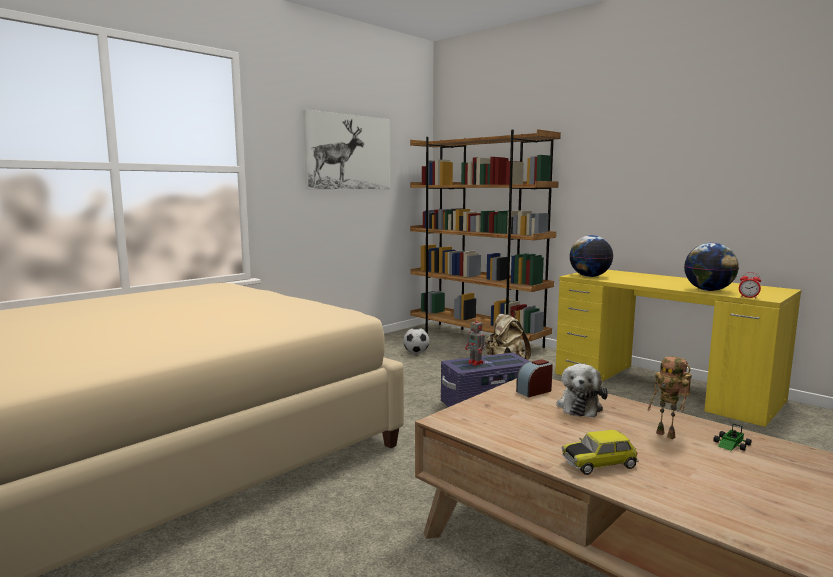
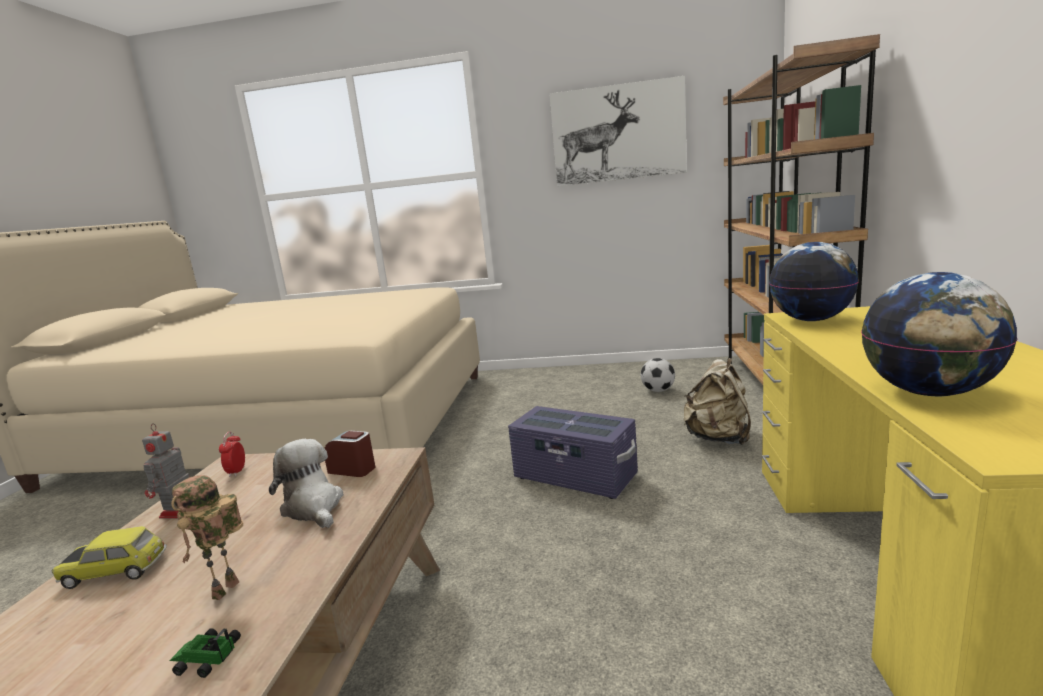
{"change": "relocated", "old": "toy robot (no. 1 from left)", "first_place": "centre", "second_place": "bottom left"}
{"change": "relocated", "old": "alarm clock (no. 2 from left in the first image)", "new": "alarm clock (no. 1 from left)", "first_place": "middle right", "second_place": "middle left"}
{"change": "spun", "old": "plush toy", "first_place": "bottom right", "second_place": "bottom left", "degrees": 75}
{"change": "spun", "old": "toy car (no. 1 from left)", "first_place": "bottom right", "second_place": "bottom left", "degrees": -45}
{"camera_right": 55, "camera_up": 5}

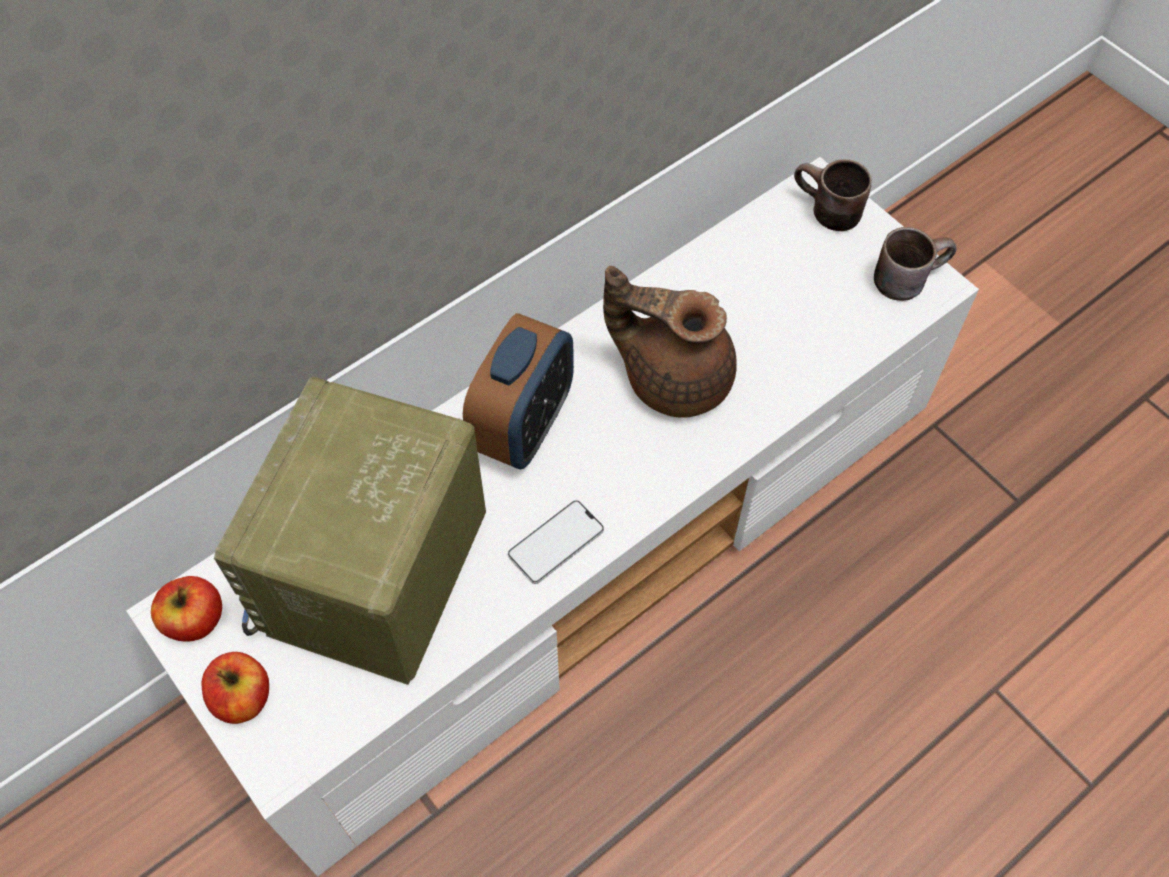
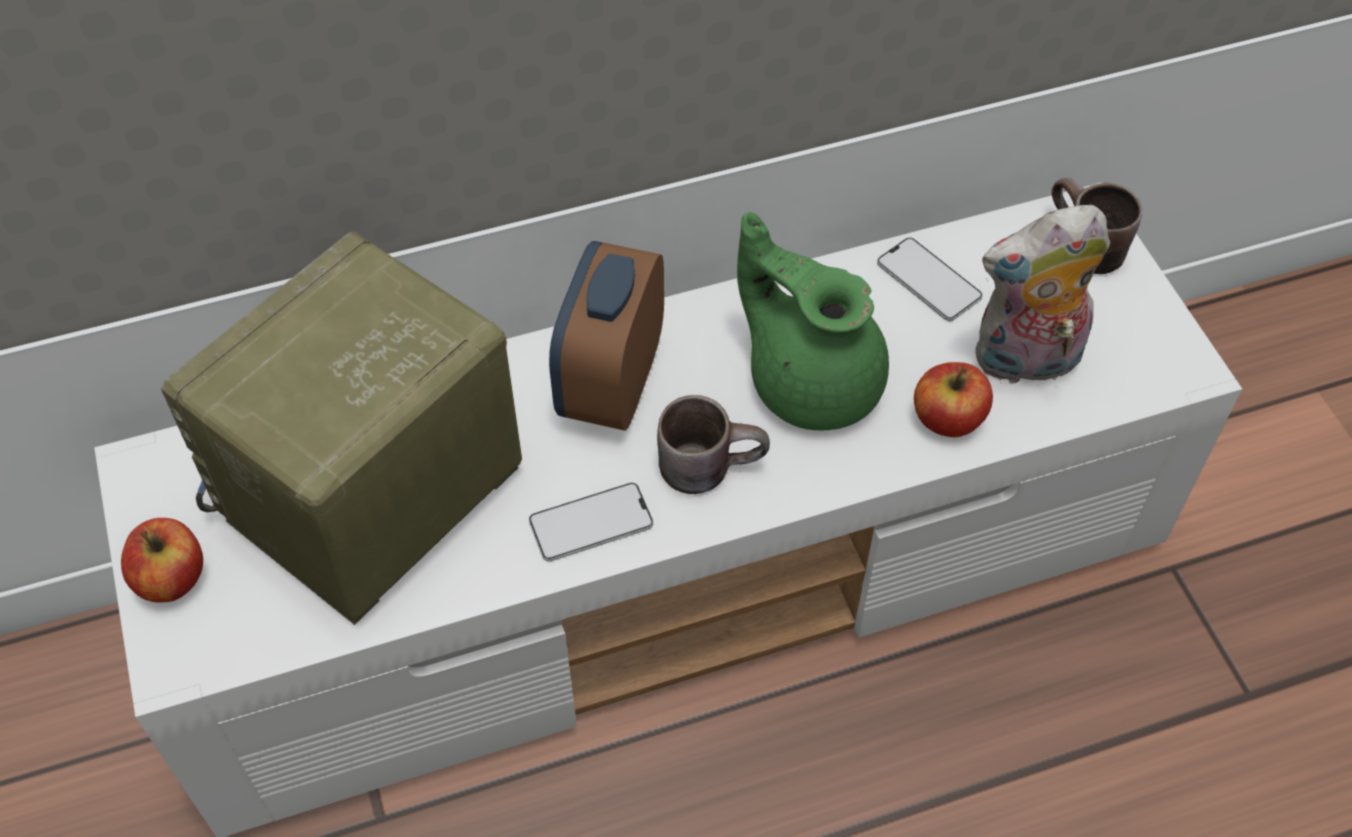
{"change": "appeared", "new": "phone (no. 2 from left)", "second_place": "middle right"}
{"change": "appeared", "new": "plush toy", "second_place": "middle right"}
{"change": "relocated", "old": "apple (no. 1 from left in the first image)", "new": "apple (no. 2 from left)", "first_place": "bottom left", "second_place": "middle right"}
{"change": "relocated", "old": "brown mug (no. 2 from left in the first image)", "new": "brown mug (no. 1 from left)", "first_place": "top right", "second_place": "centre"}
{"change": "colour", "old": "brown teapot", "new": "green teapot", "first_place": "centre", "second_place": "centre"}
{"change": "spun", "old": "alarm clock", "first_place": "centre", "second_place": "centre", "degrees": 150}
{"camera_right": 20, "camera_up": -5}

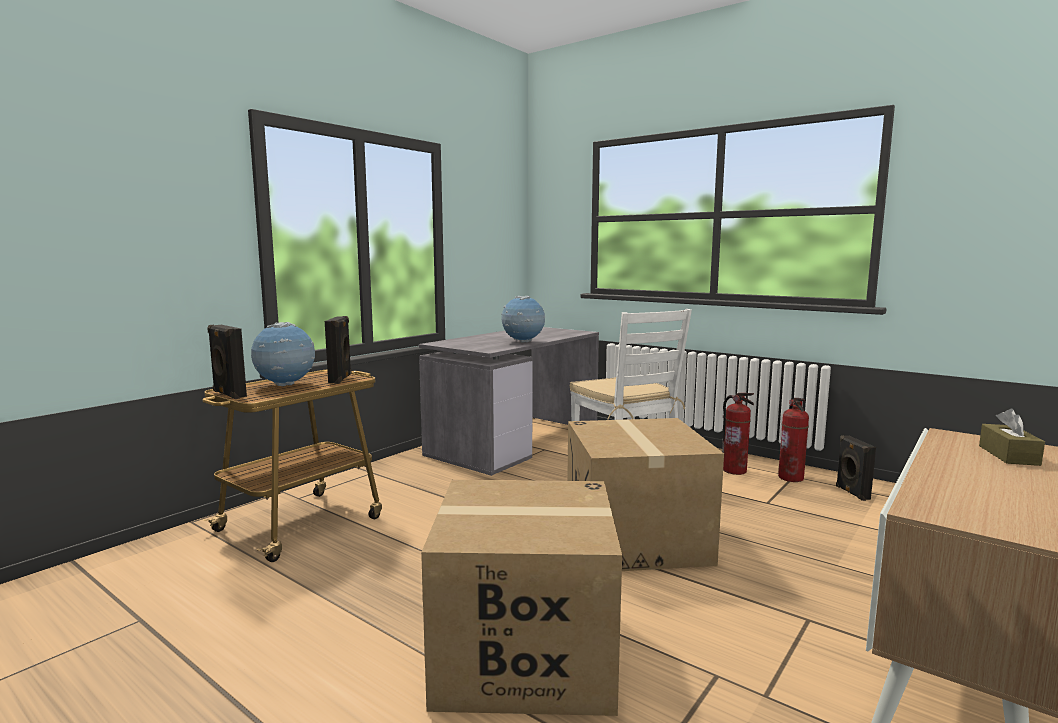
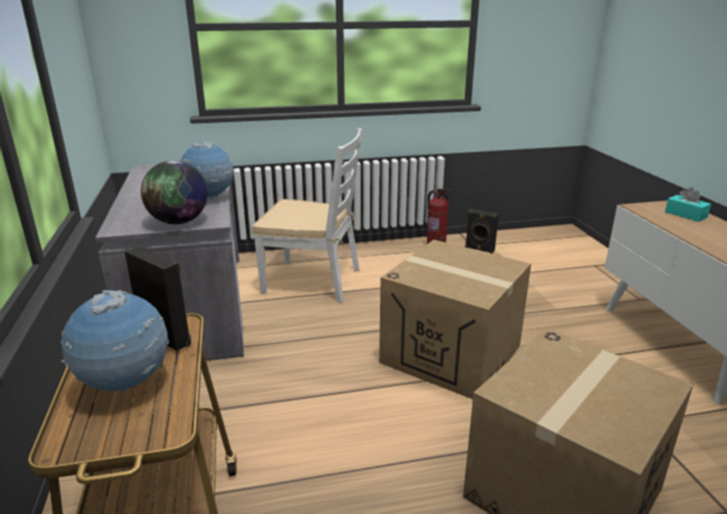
{"change": "missing", "old": "black speaker (no. 1 from left)", "first_place": "middle left"}
{"change": "missing", "old": "fire extinguisher (no. 1 from left)", "first_place": "middle right"}
{"change": "appeared", "new": "globe (no. 2 from left)", "second_place": "middle left"}
{"change": "colour", "old": "brown tissue box", "new": "turquoise tissue box", "first_place": "middle right", "second_place": "middle right"}
{"camera_right": -50, "camera_up": 15}

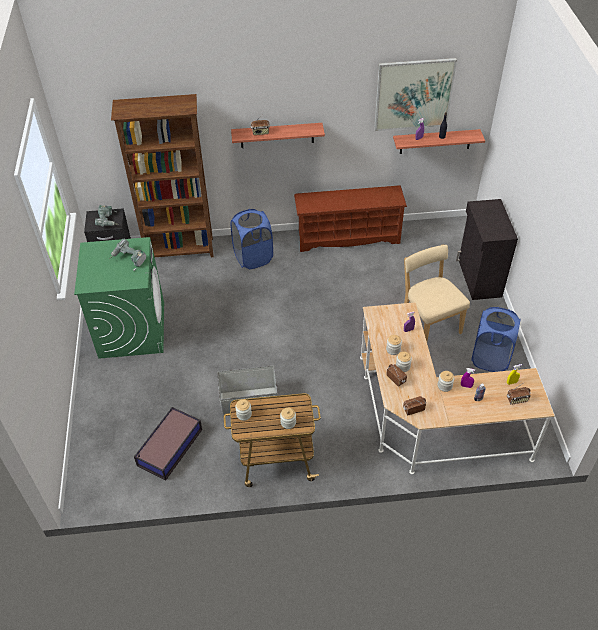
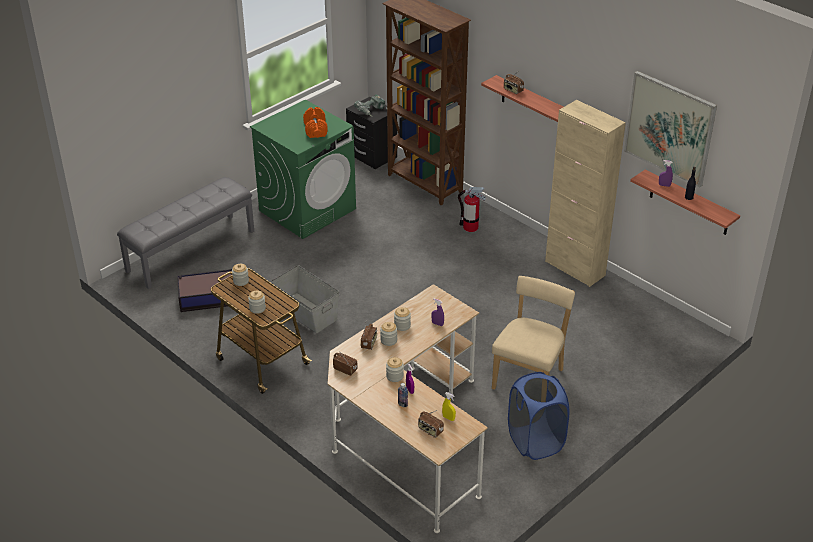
{"change": "missing", "old": "black cabinet", "first_place": "middle right"}
{"change": "appeared", "new": "grey bench", "second_place": "middle left"}
{"change": "exchanged", "old": "power drill (no. 2 from left)", "new": "orange dumbbell", "first_place": "middle left", "second_place": "top centre"}
{"change": "exchanged", "old": "blue laundry basket (no. 1 from left)", "new": "fire extinguisher", "first_place": "centre", "second_place": "centre"}
{"change": "exchanged", "old": "brown shoe rack", "new": "beige cabinet", "first_place": "centre", "second_place": "middle right"}
{"camera_right": 50, "camera_up": -10}

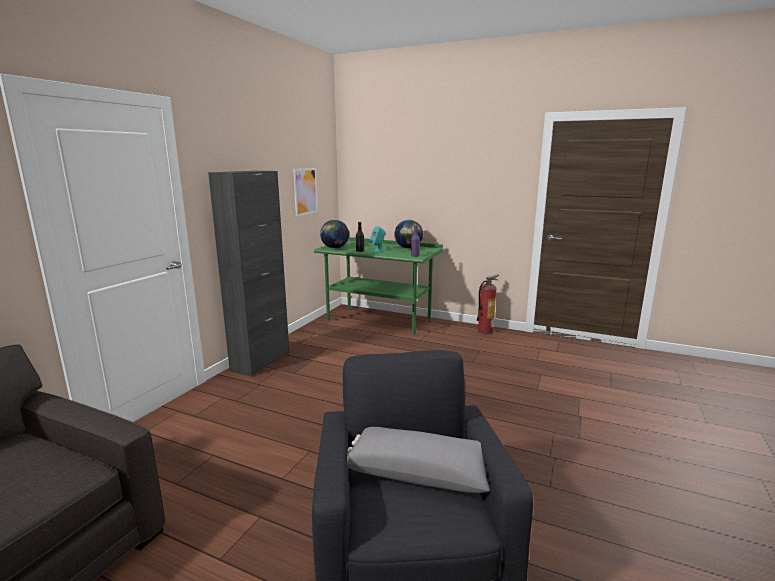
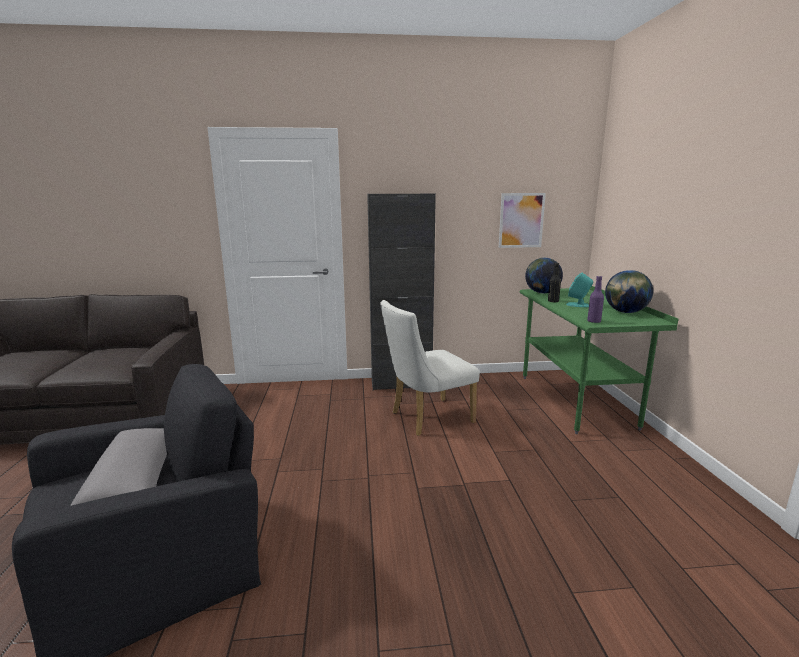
{"change": "missing", "old": "fire extinguisher", "first_place": "centre"}
{"change": "appeared", "new": "white chair", "second_place": "centre"}
{"camera_right": 60, "camera_up": 0}

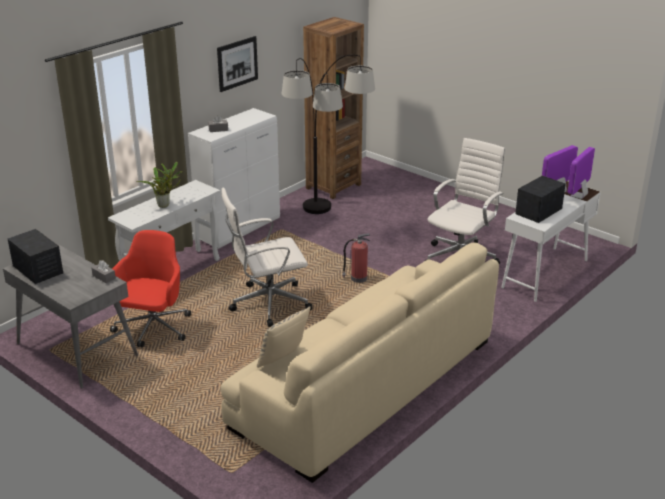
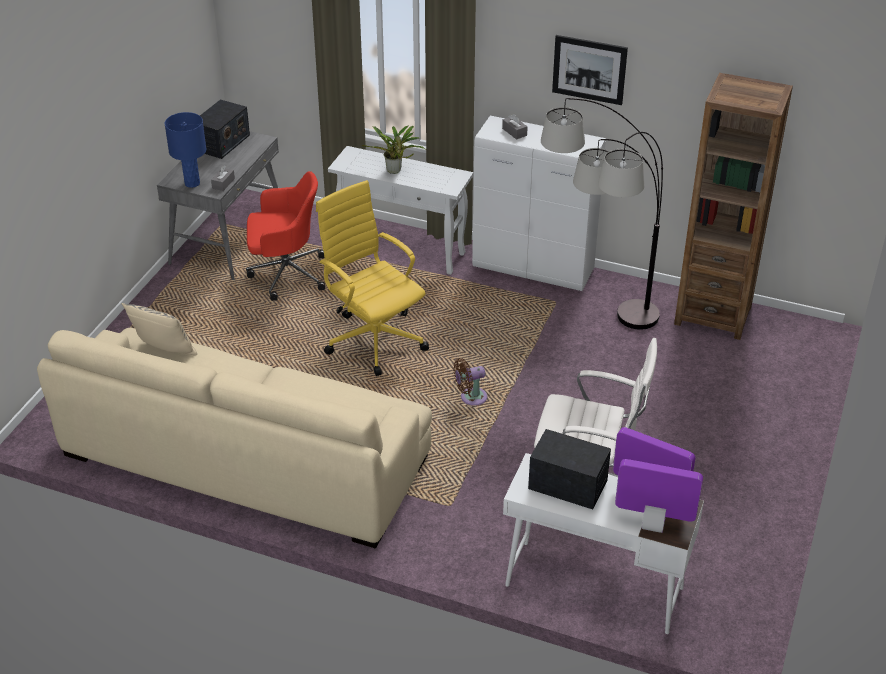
{"change": "appeared", "new": "blue table lamp", "second_place": "top left"}
{"change": "exchanged", "old": "fire extinguisher", "new": "brown fan", "first_place": "centre", "second_place": "centre"}
{"change": "colour", "old": "white office chair (no. 1 from left)", "new": "yellow office chair", "first_place": "centre", "second_place": "centre"}
{"camera_right": 70, "camera_up": 10}

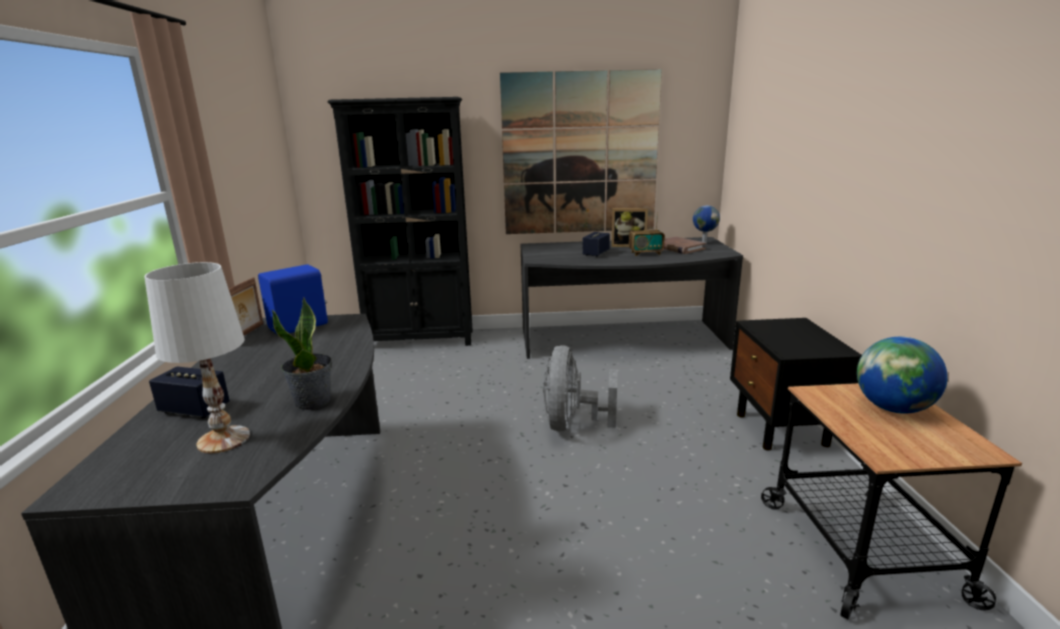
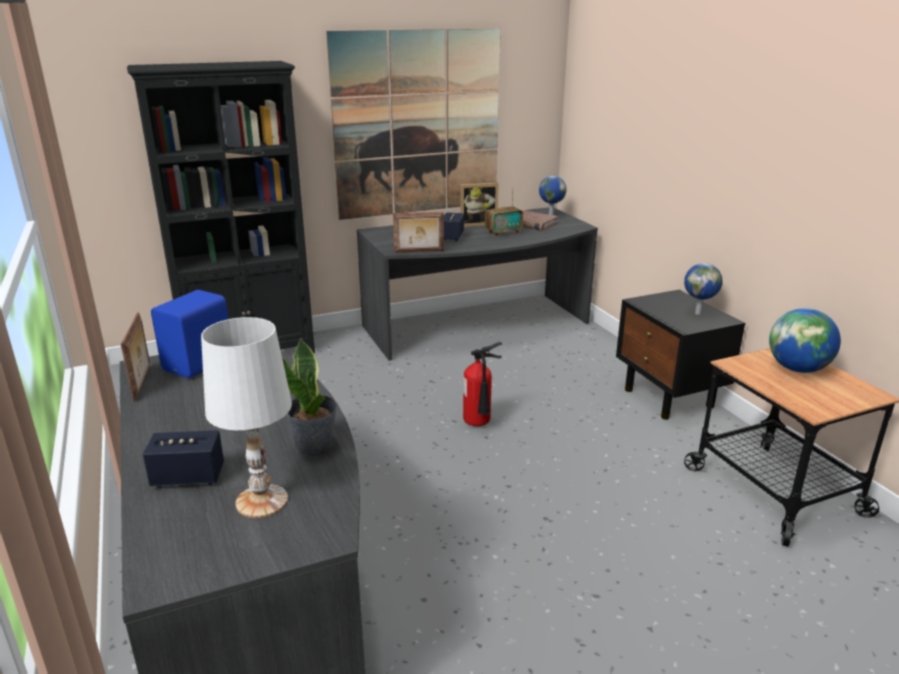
{"change": "appeared", "new": "picture frame (no. 2 from left)", "second_place": "centre"}
{"change": "appeared", "new": "globe (no. 2 from left)", "second_place": "middle right"}
{"change": "exchanged", "old": "grey fan", "new": "fire extinguisher", "first_place": "centre", "second_place": "centre"}
{"camera_right": -20, "camera_up": 5}

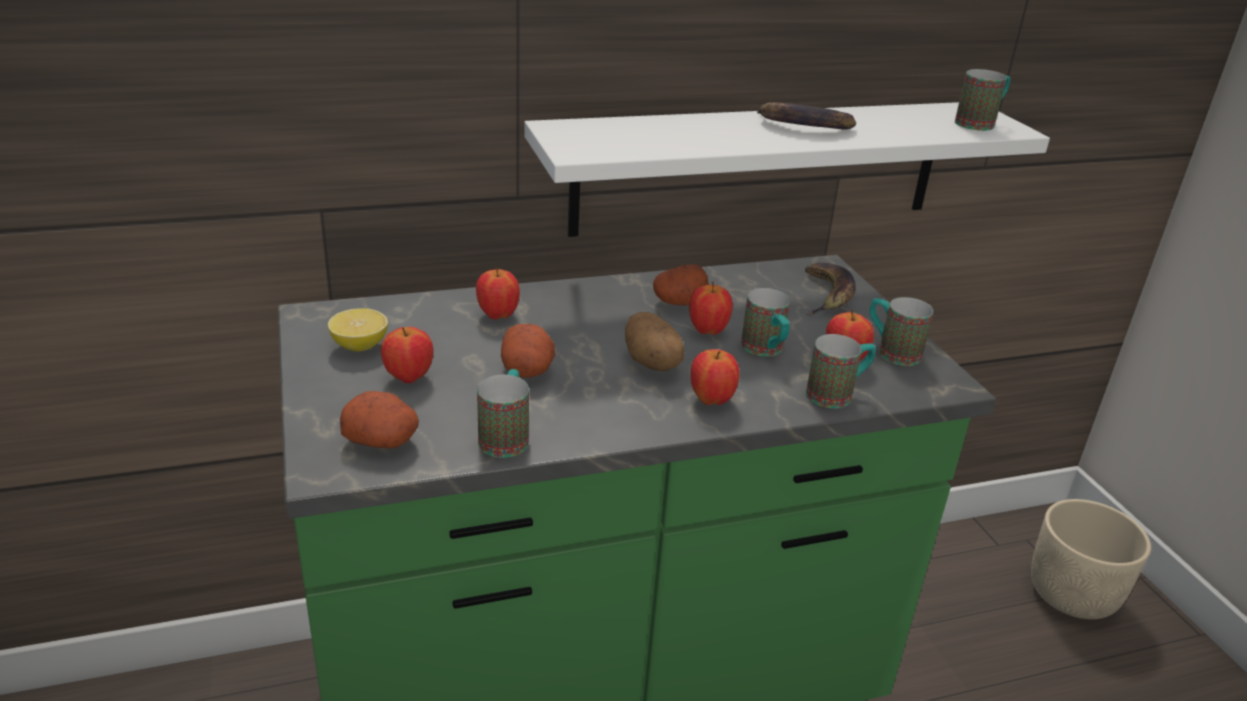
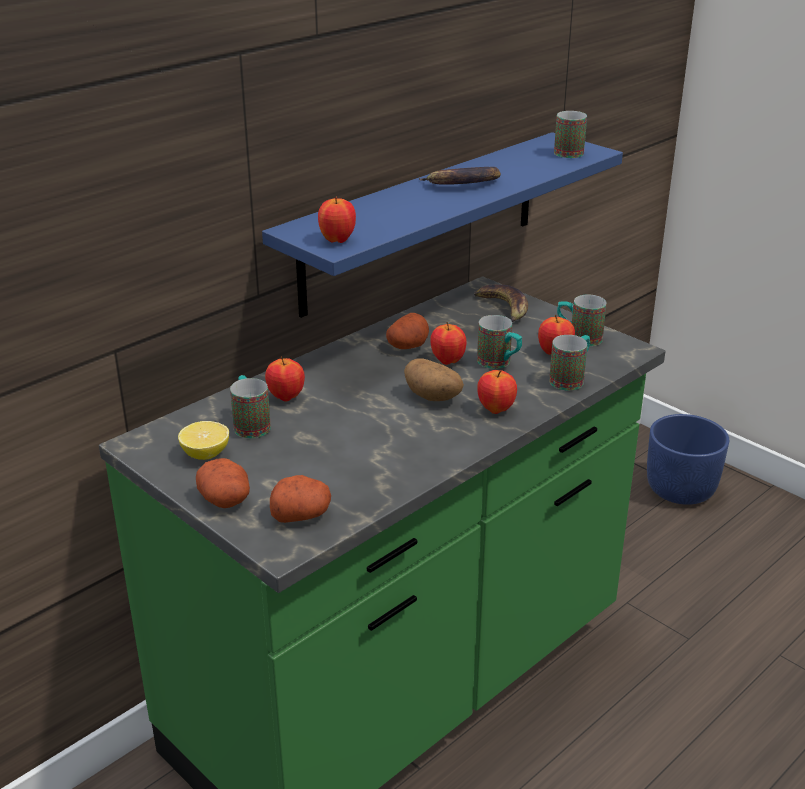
{"change": "relocated", "old": "apple (no. 1 from left in the first image)", "new": "apple (no. 2 from left)", "first_place": "middle left", "second_place": "top centre"}
{"change": "relocated", "old": "mug (no. 1 from left)", "first_place": "centre", "second_place": "middle left"}
{"change": "relocated", "old": "potato (no. 2 from left in the first image)", "new": "potato (no. 1 from left)", "first_place": "centre", "second_place": "middle left"}
{"change": "colour", "old": "white shelf", "new": "blue shelf", "first_place": "top centre", "second_place": "top centre"}
{"change": "colour", "old": "beige planter", "new": "blue planter", "first_place": "bottom right", "second_place": "middle right"}
{"camera_right": -25, "camera_up": 0}

